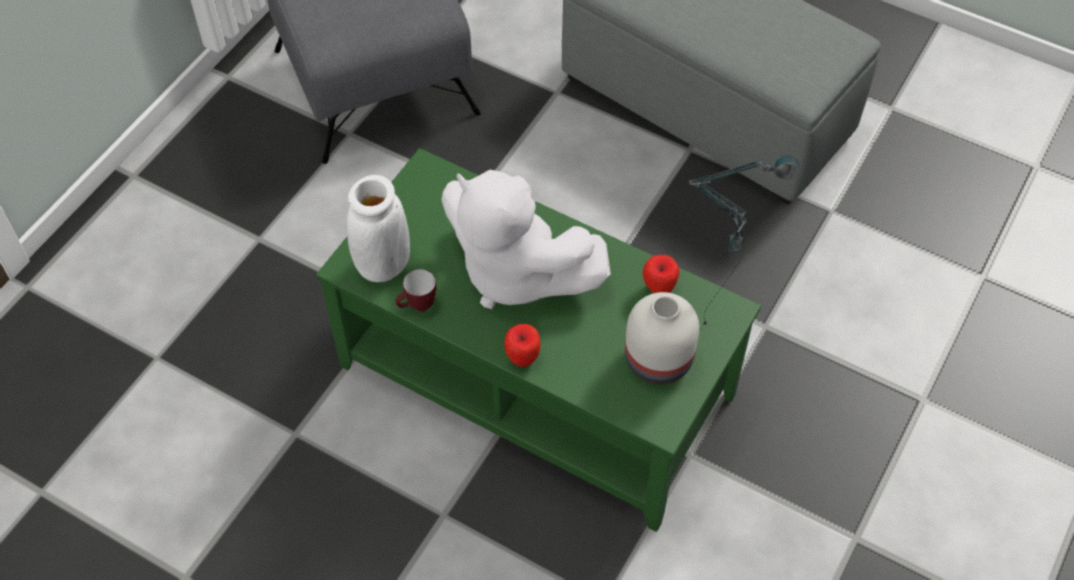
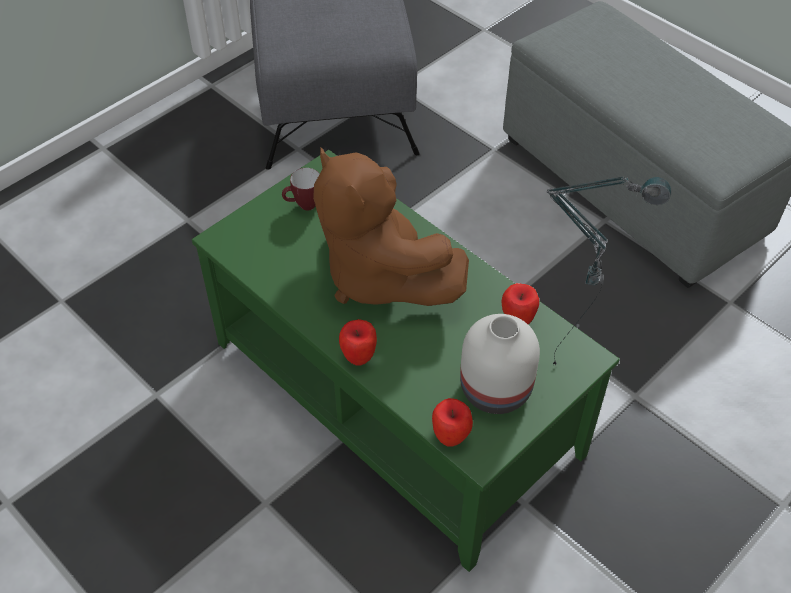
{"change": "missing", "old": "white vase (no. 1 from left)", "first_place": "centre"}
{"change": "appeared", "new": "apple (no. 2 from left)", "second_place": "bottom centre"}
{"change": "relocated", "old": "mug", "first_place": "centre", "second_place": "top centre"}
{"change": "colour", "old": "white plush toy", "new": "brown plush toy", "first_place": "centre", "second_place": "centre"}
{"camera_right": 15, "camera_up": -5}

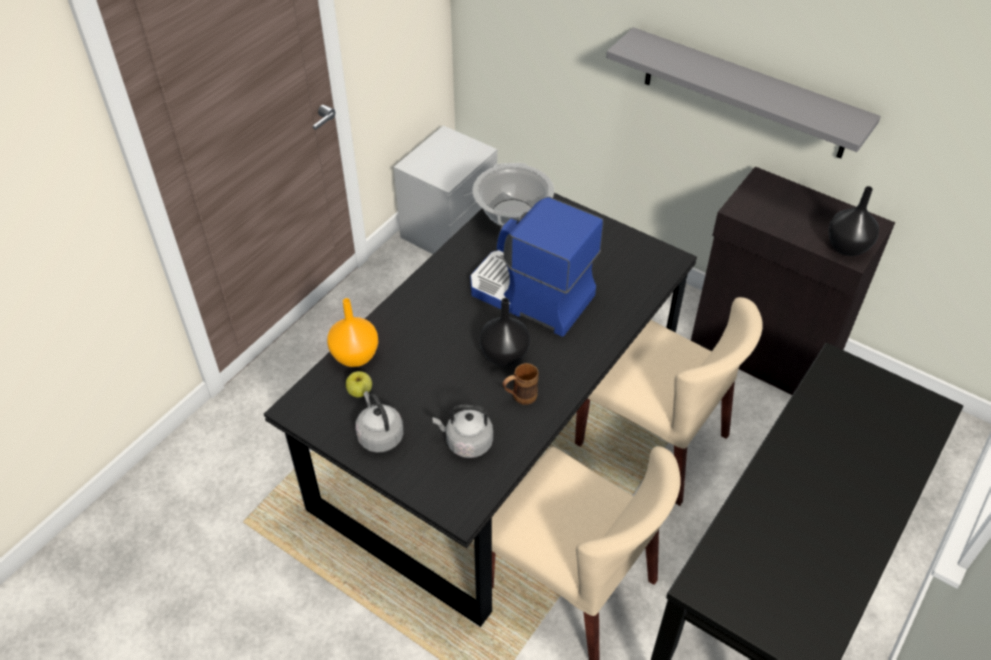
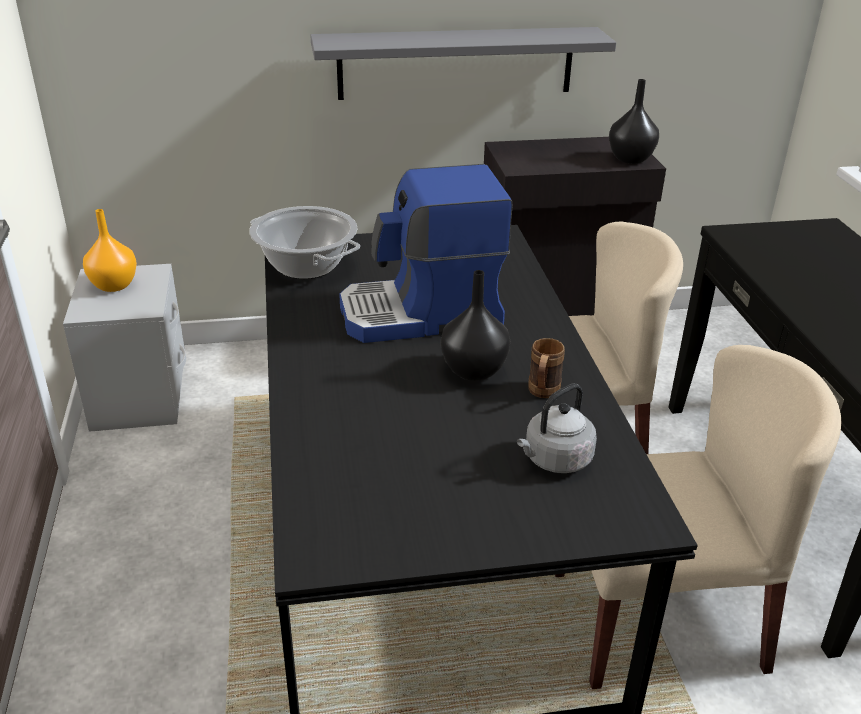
{"change": "missing", "old": "apple", "first_place": "centre"}
{"change": "missing", "old": "grey kettle (no. 1 from left)", "first_place": "centre"}
{"change": "relocated", "old": "orange vase", "first_place": "centre", "second_place": "middle left"}
{"camera_right": -45, "camera_up": -15}

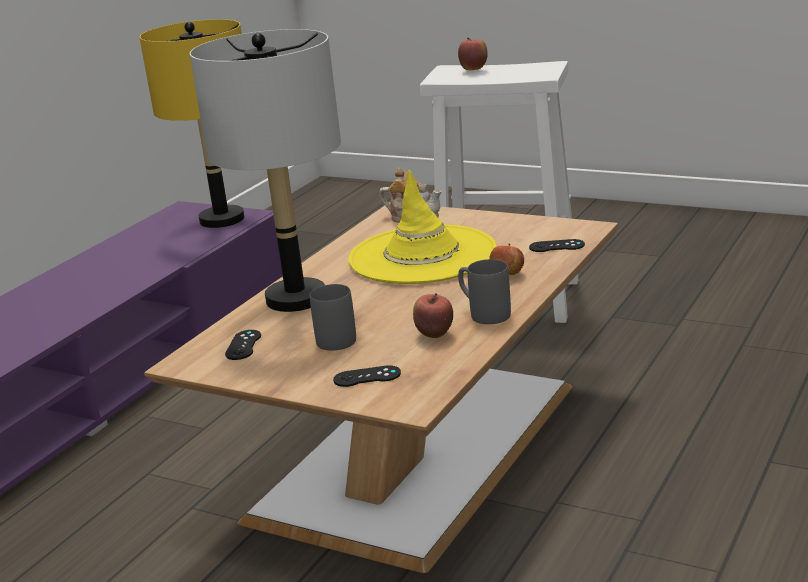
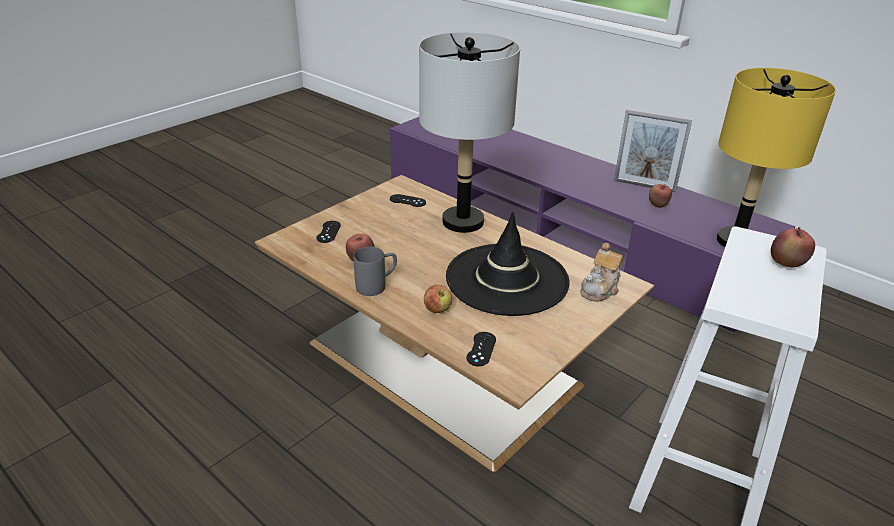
{"change": "missing", "old": "grey mug (no. 1 from left)", "first_place": "centre"}
{"change": "appeared", "new": "picture frame", "second_place": "top right"}
{"change": "appeared", "new": "apple (no. 3 from left)", "second_place": "middle right"}
{"change": "colour", "old": "yellow hat", "new": "black hat", "first_place": "centre", "second_place": "centre"}
{"camera_right": 100, "camera_up": 10}

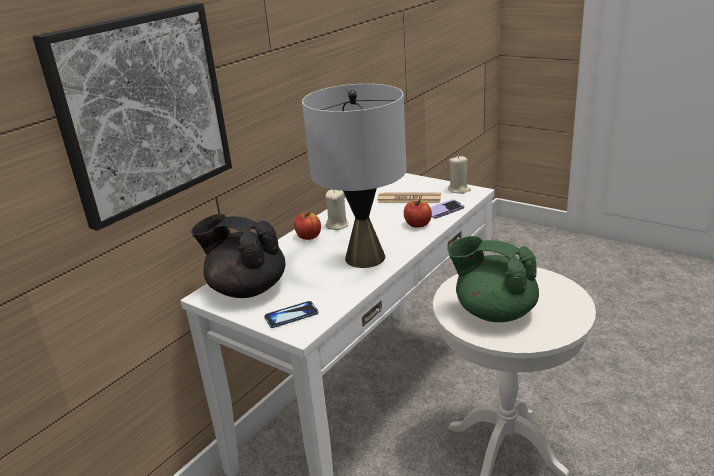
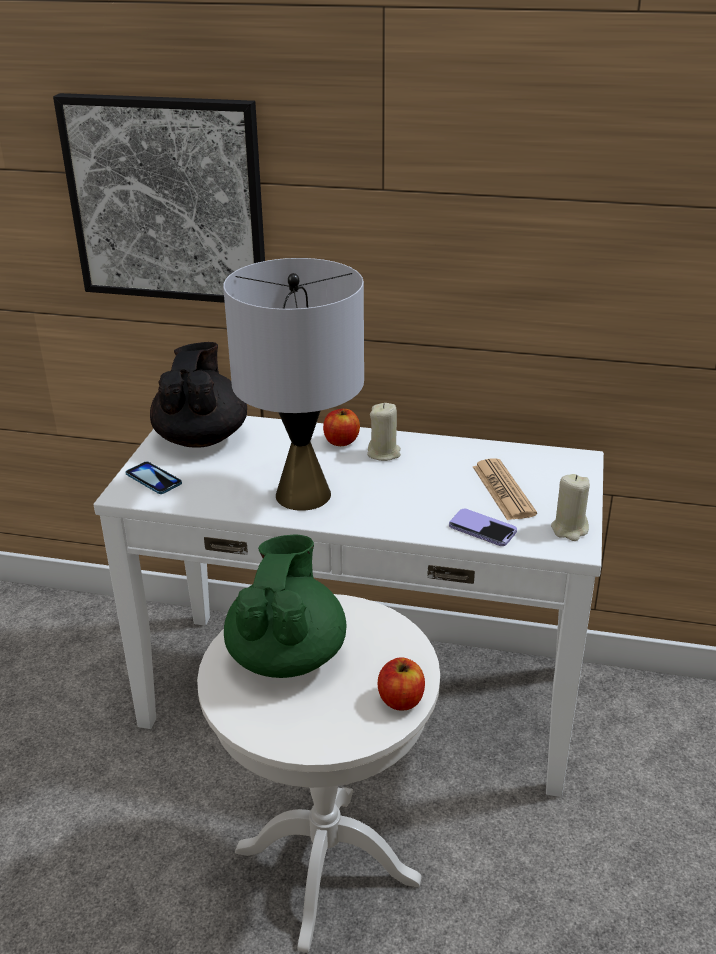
{"change": "relocated", "old": "apple (no. 2 from left)", "first_place": "centre", "second_place": "bottom centre"}
{"camera_right": 65, "camera_up": 5}

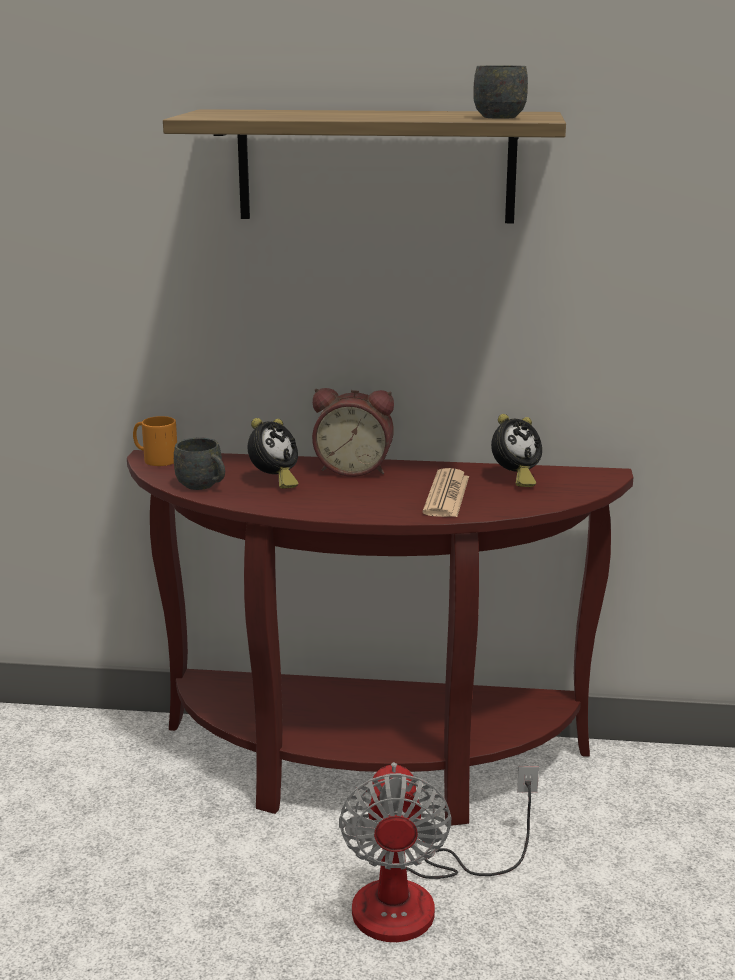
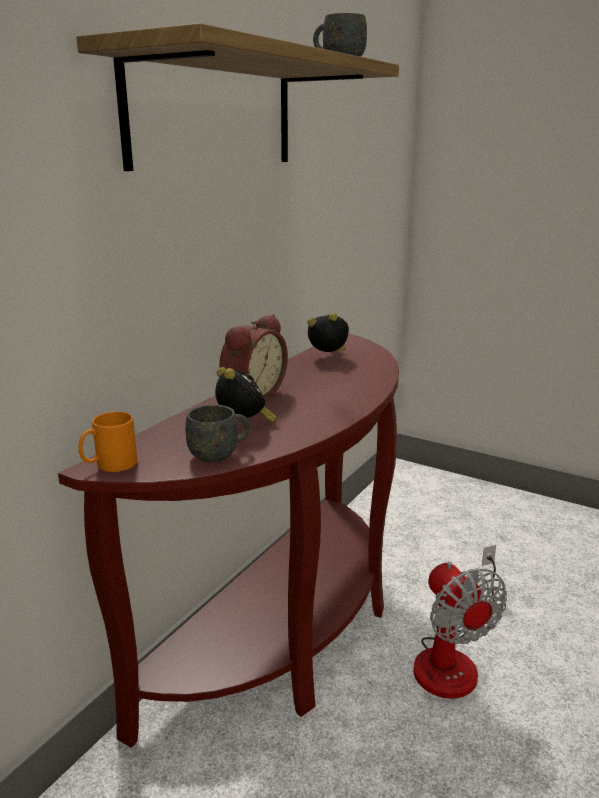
{"change": "missing", "old": "newspaper", "first_place": "centre"}
{"change": "spun", "old": "fan", "first_place": "bottom centre", "second_place": "bottom right", "degrees": 45}
{"change": "spun", "old": "alarm clock (no. 3 from left)", "first_place": "middle right", "second_place": "centre", "degrees": -75}
{"camera_right": -65, "camera_up": 0}

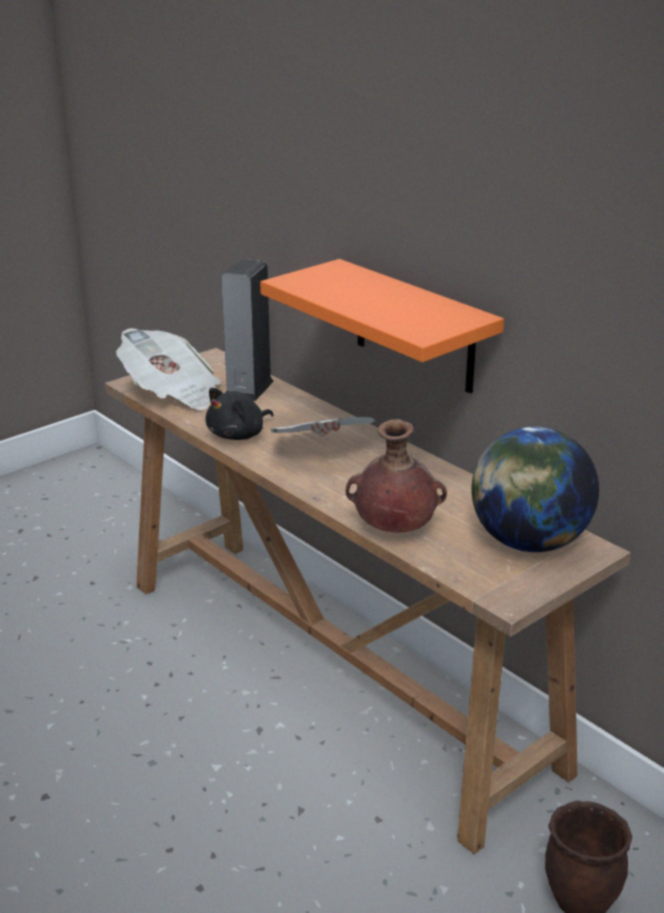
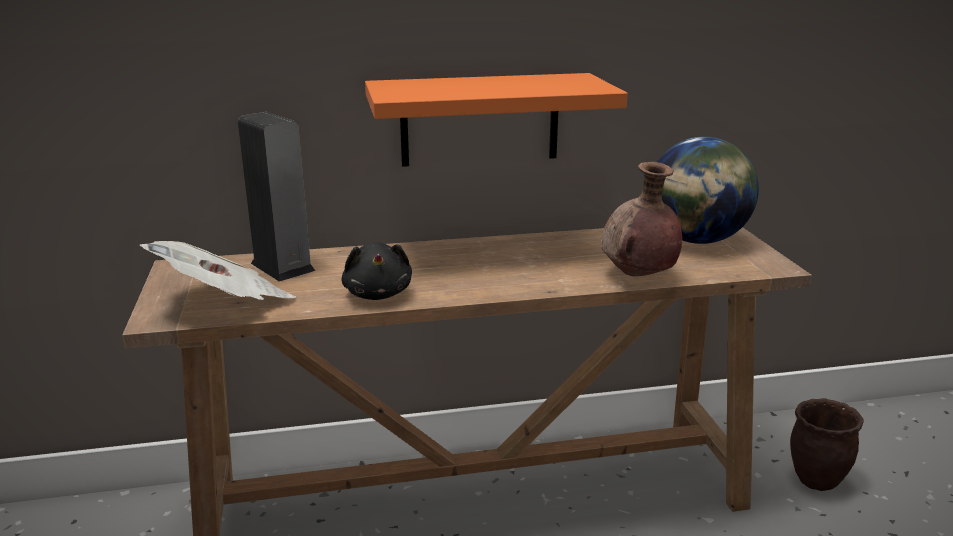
{"change": "missing", "old": "newspaper (no. 2 from left)", "first_place": "centre"}
{"camera_right": -60, "camera_up": -5}

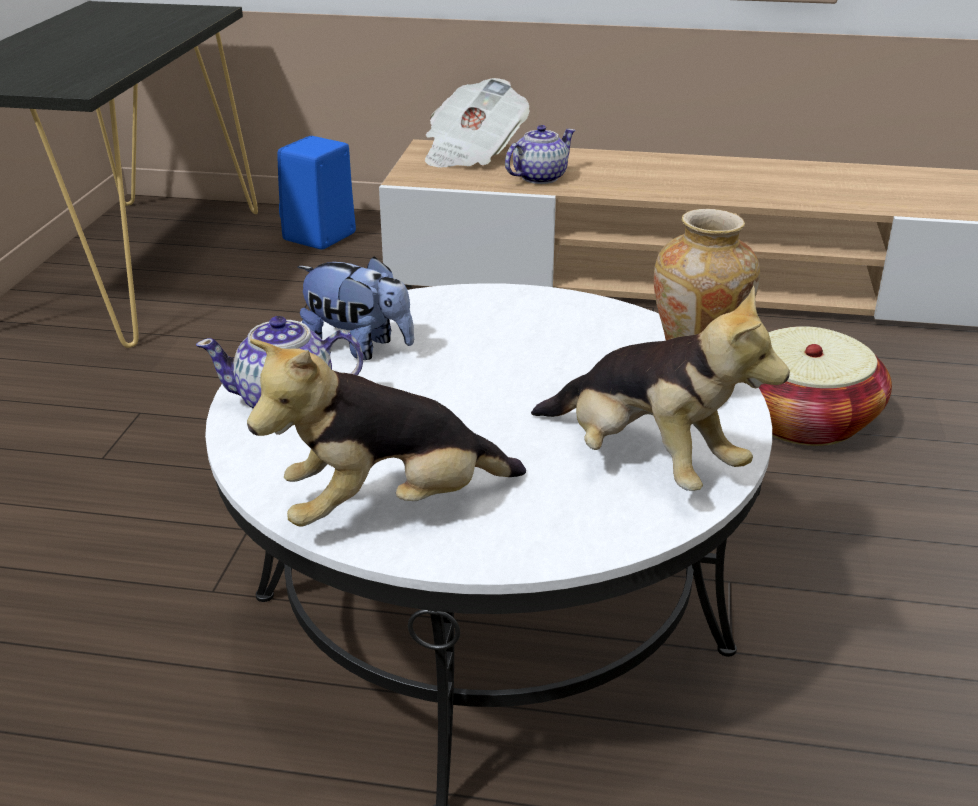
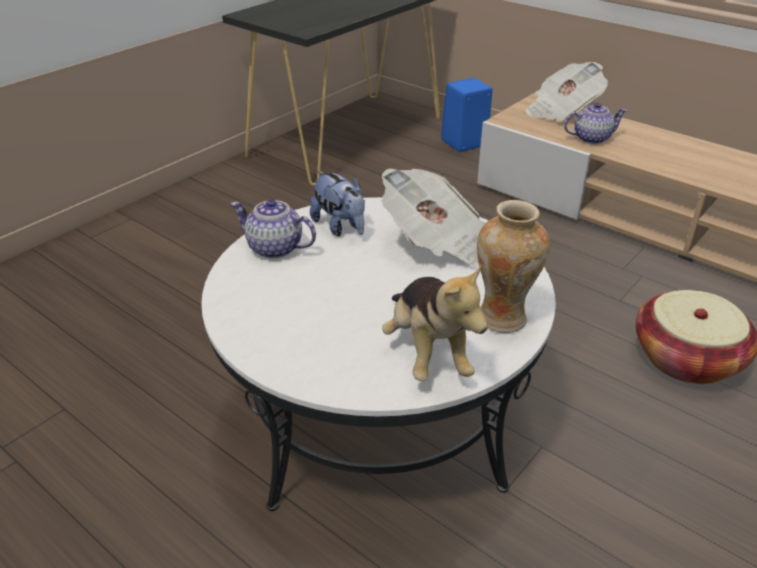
{"change": "missing", "old": "plush toy (no. 2 from left)", "first_place": "centre"}
{"change": "appeared", "new": "newspaper (no. 1 from left)", "second_place": "centre"}
{"camera_right": 30, "camera_up": 5}

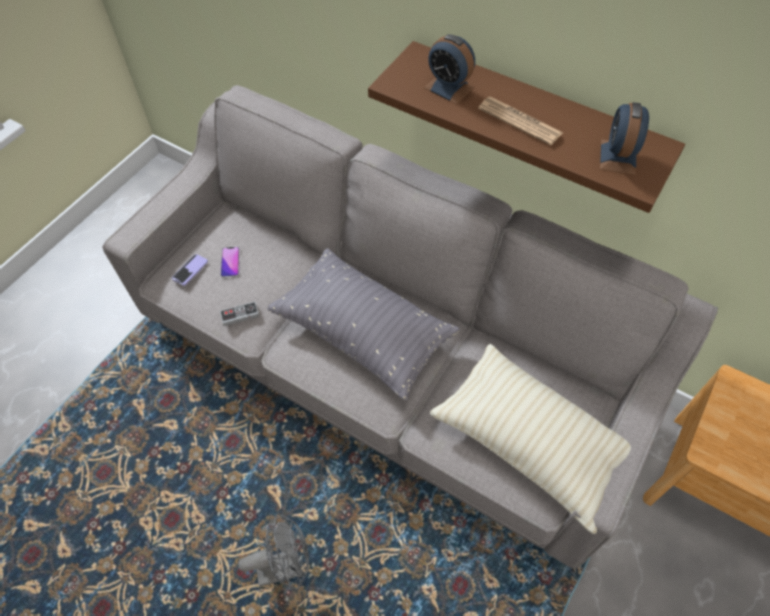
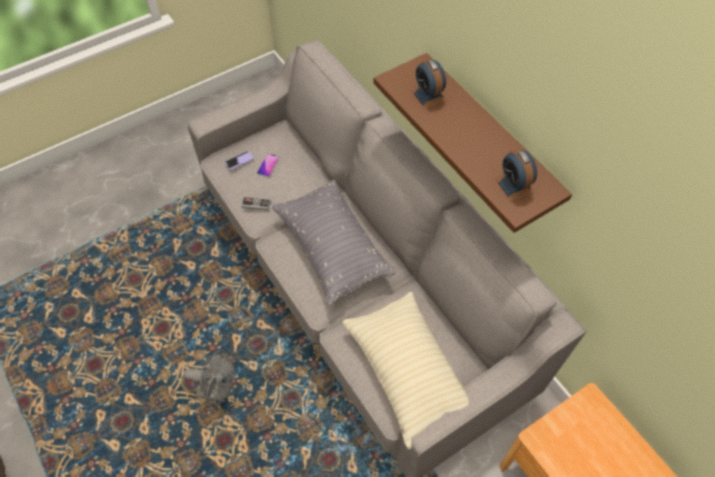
{"change": "missing", "old": "newspaper", "first_place": "top right"}
{"change": "spun", "old": "alarm clock (no. 2 from left)", "first_place": "top right", "second_place": "middle right", "degrees": -60}
{"camera_right": 25, "camera_up": 0}

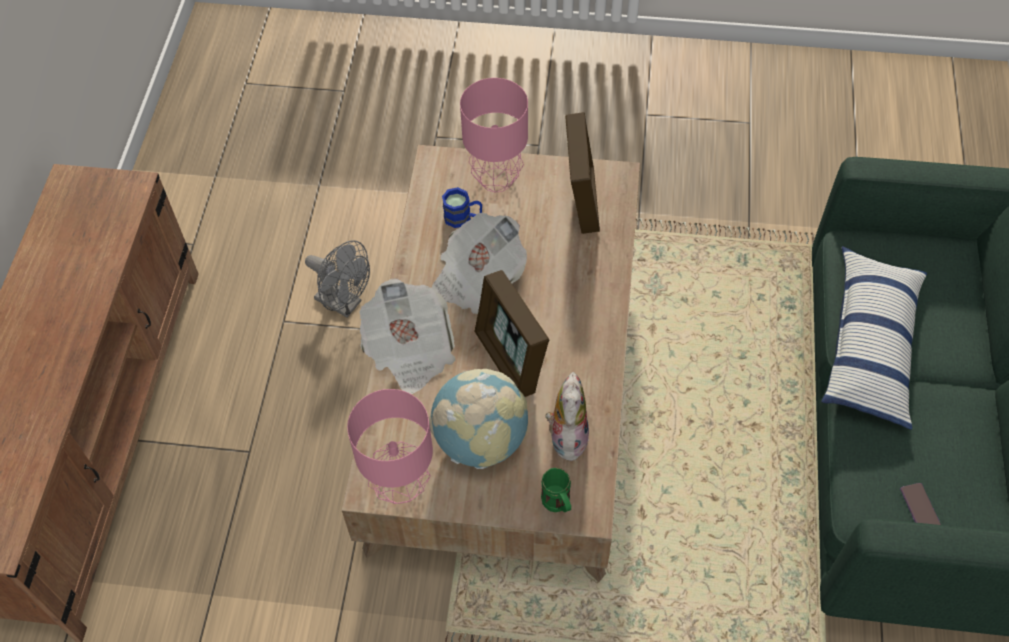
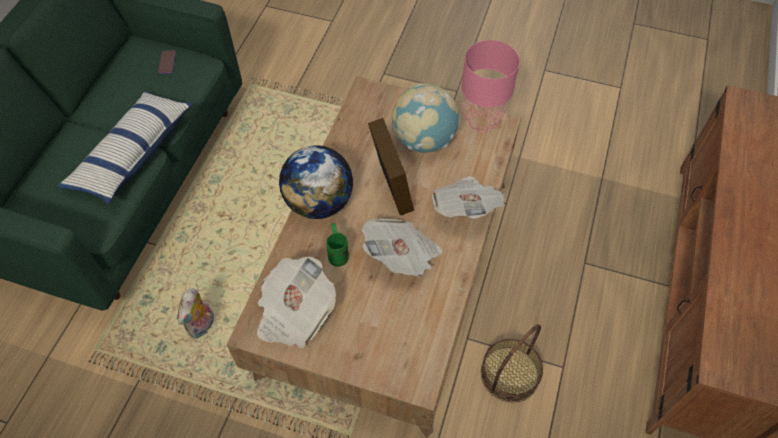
{"change": "missing", "old": "blue mug", "first_place": "top centre"}
{"change": "missing", "old": "pink table lamp (no. 2 from left)", "first_place": "top centre"}
{"change": "appeared", "new": "globe (no. 1 from left)", "second_place": "centre"}
{"change": "relocated", "old": "green mug", "first_place": "bottom centre", "second_place": "centre"}
{"change": "relocated", "old": "plush toy", "first_place": "centre", "second_place": "bottom left"}
{"change": "exchanged", "old": "grey fan", "new": "basket", "first_place": "centre", "second_place": "bottom centre"}
{"change": "exchanged", "old": "picture frame (no. 2 from left)", "new": "newspaper (no. 1 from left)", "first_place": "top centre", "second_place": "bottom centre"}
{"camera_right": -170, "camera_up": 0}

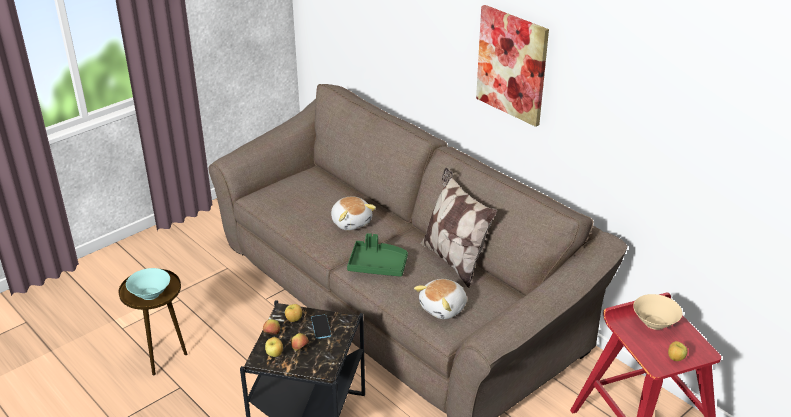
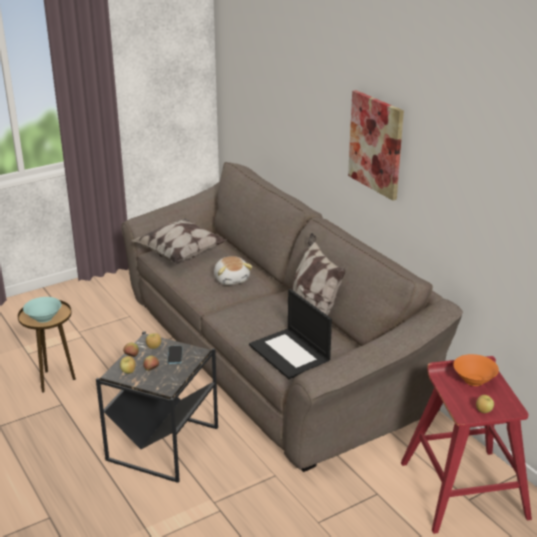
{"change": "missing", "old": "green tray", "first_place": "centre"}
{"change": "appeared", "new": "pillow (no. 1 from left)", "second_place": "middle left"}
{"change": "exchanged", "old": "plush toy (no. 2 from left)", "new": "laptop", "first_place": "bottom centre", "second_place": "centre"}
{"change": "colour", "old": "beige bowl", "new": "orange bowl", "first_place": "bottom right", "second_place": "bottom right"}
{"camera_right": 10, "camera_up": -5}

